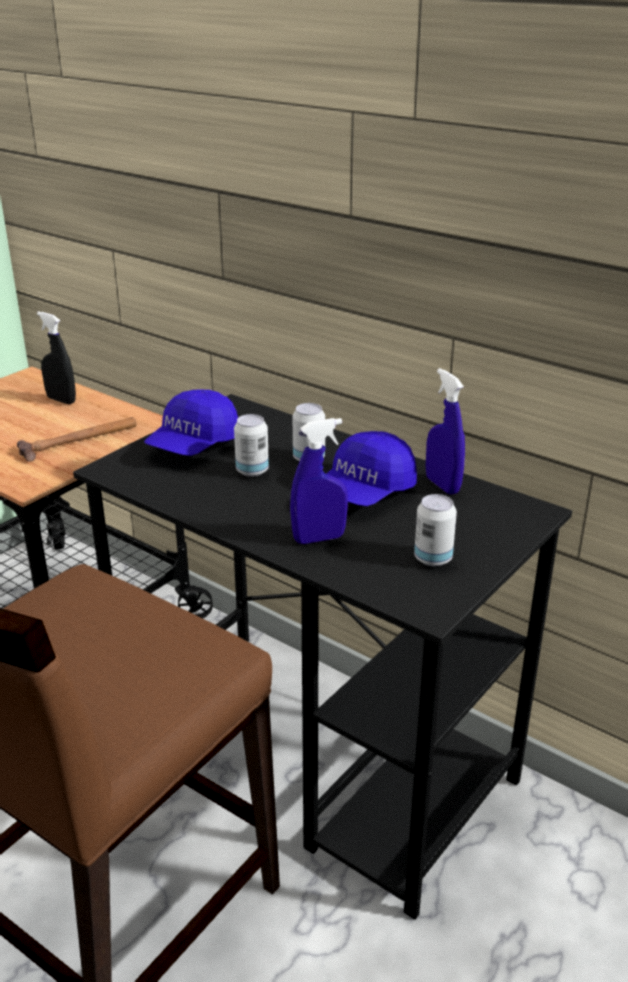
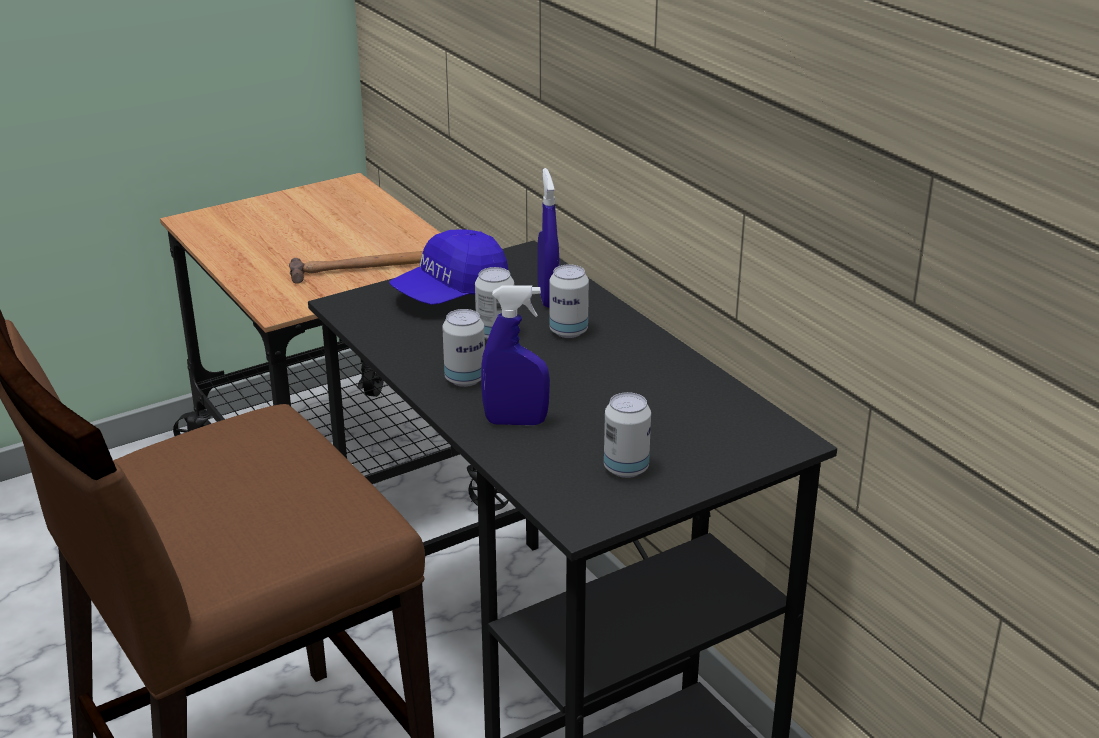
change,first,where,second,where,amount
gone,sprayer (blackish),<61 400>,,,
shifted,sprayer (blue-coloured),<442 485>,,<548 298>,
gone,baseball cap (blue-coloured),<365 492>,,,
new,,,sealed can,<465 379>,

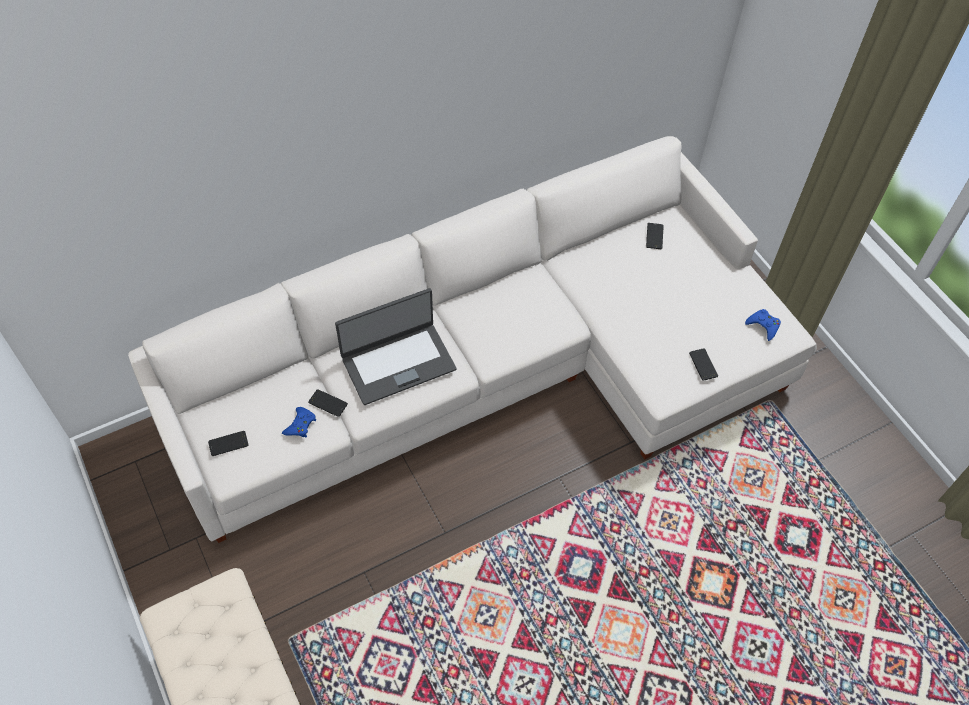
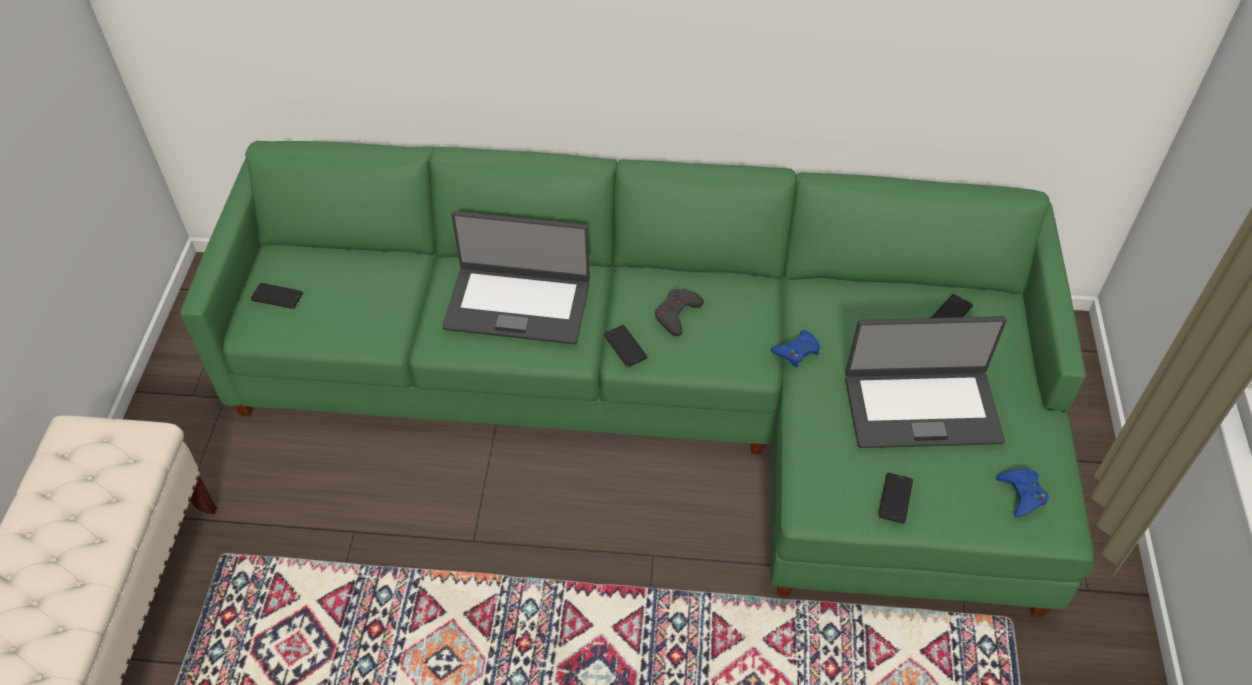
change,first,where,second,where,amount
repainted,couch (white),<498 370>,couch (green-coloured),<676 395>,
shifted,handset,<328 403>,,<625 346>,
shifted,joypad (blue-coloured),<300 425>,,<796 351>,
new,,,joypad (grey),<677 314>,
new,,,portable computer,<921 407>,

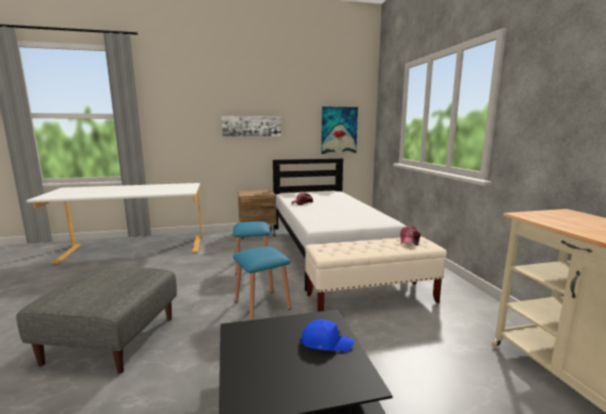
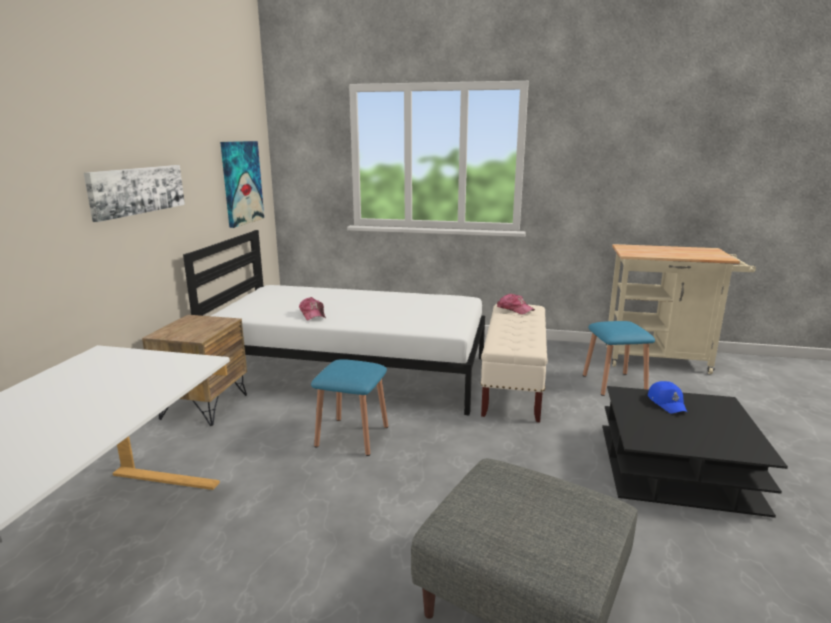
change,first,where,second,where,amount
shifted,stool seat (blue-coloured),<262 305>,,<614 384>,
rotated,baseball cap (blue-coloured),<326 342>,,<667 403>,135 degrees clockwise

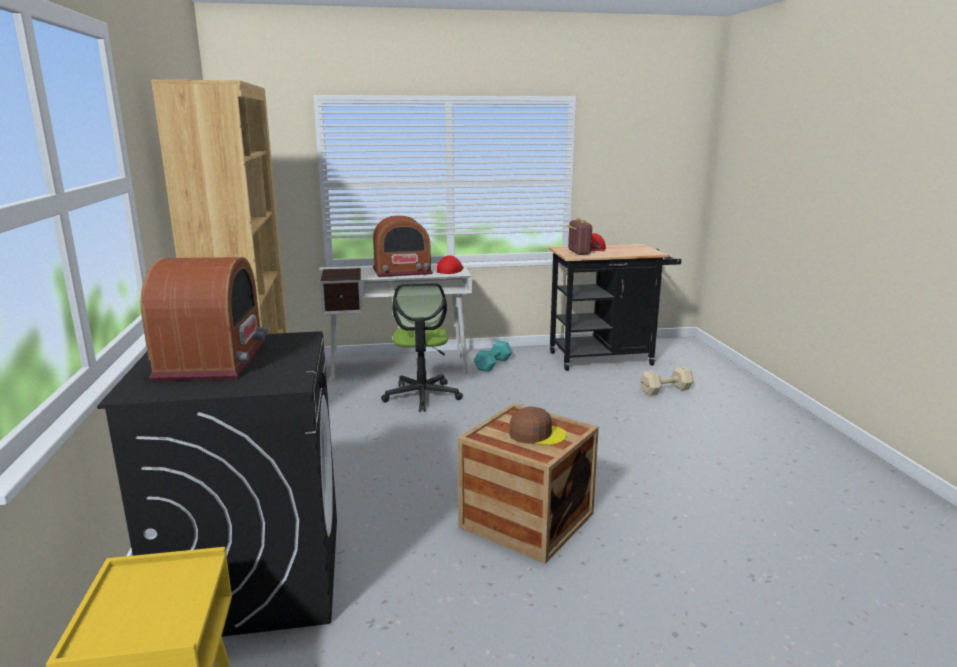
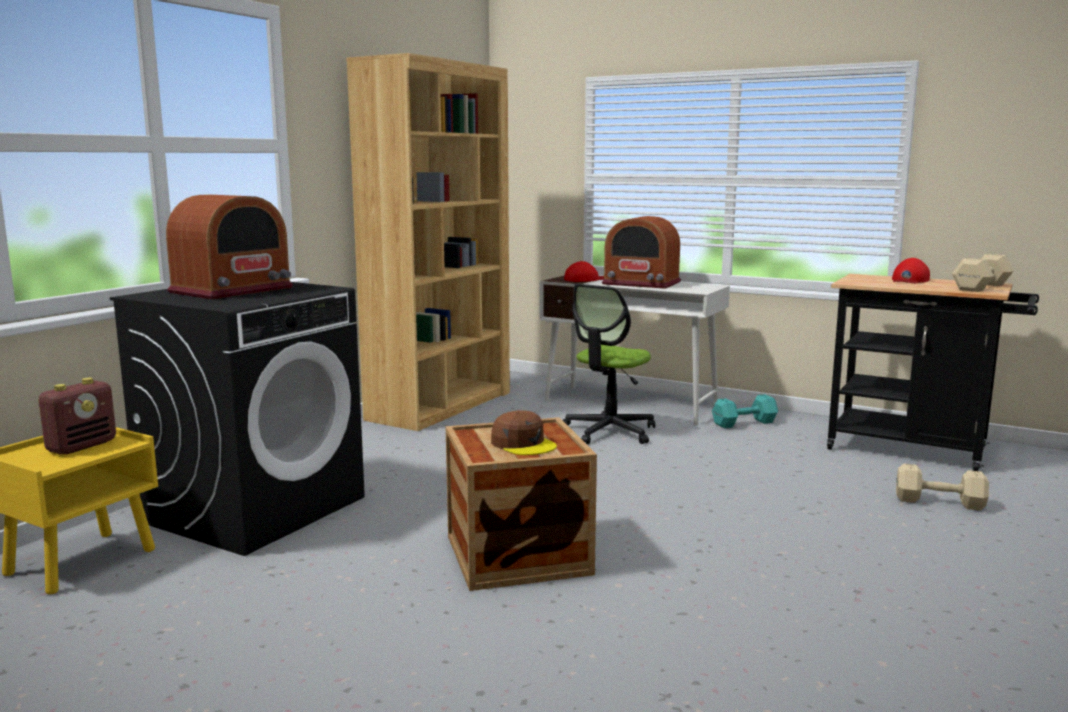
change,first,where,second,where,amount
shifted,radio receiver,<578 252>,,<82 446>,
shifted,baseball cap (reddish),<451 270>,,<584 279>,
new,,,hand weight (beige),<982 287>,

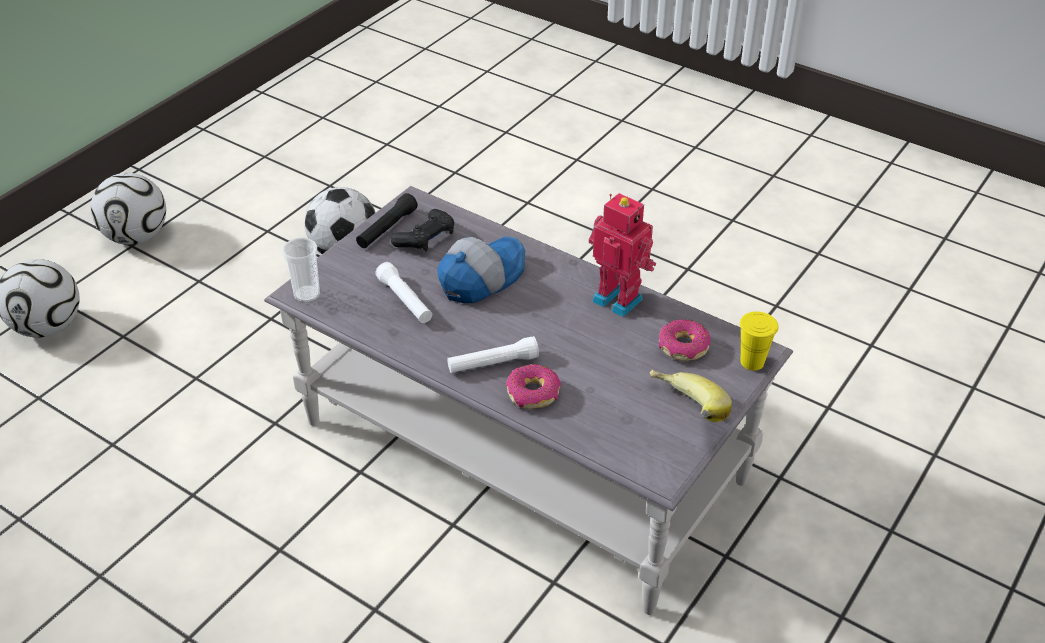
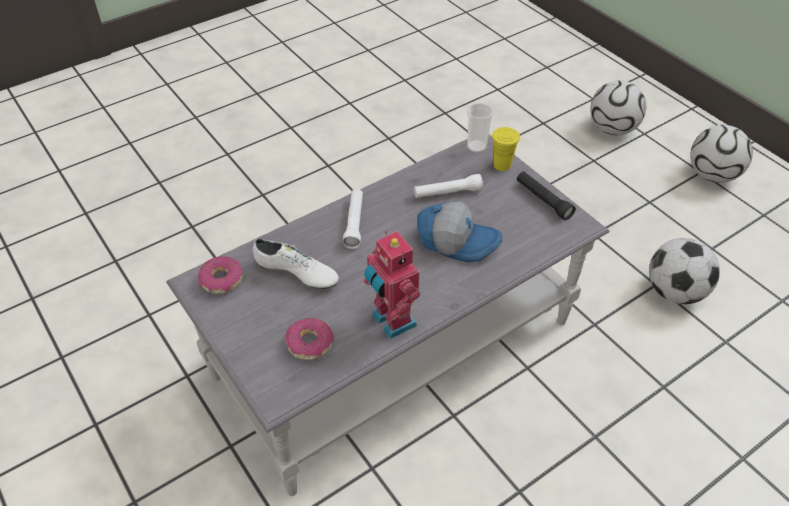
change,first,where,second,where,amount
rotated,robot figure,<619 298>,,<391 321>,90 degrees clockwise
gone,joypad (blackish),<425 238>,,,
rotated,baseball cap,<480 277>,,<457 240>,45 degrees counterclockwise
shifted,small cup (yellow),<752 362>,,<502 165>,
shifted,donut,<533 393>,,<221 280>,
gone,banana fruit,<684 413>,,,
new,,,item of footwear (white),<296 274>,

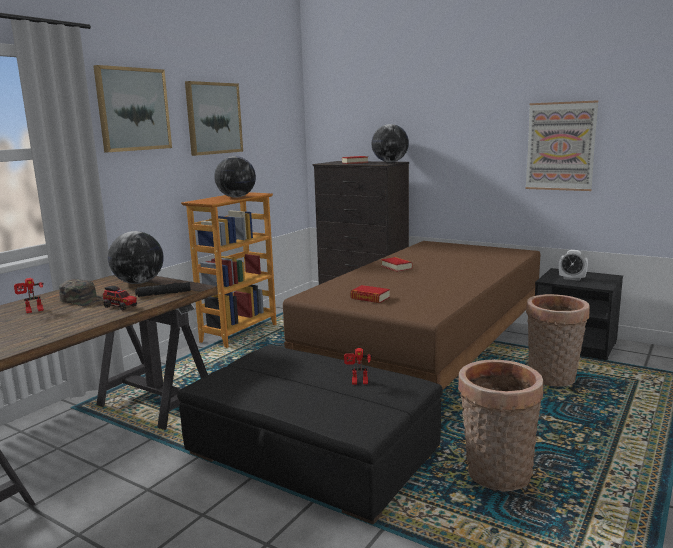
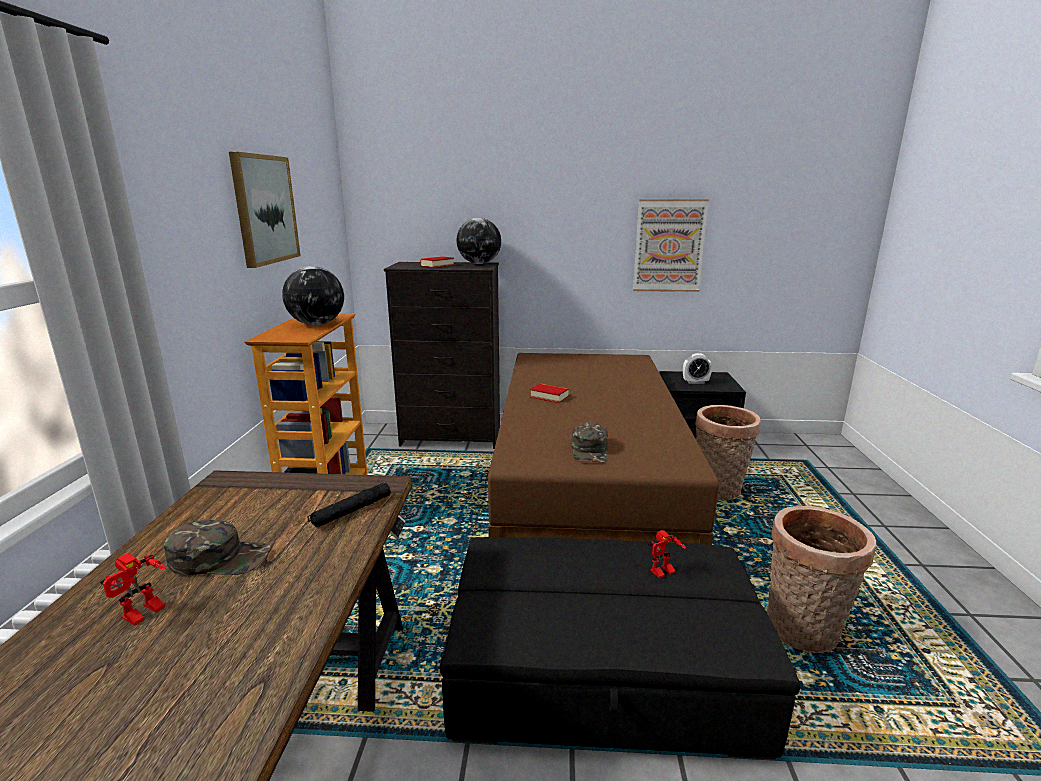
change,first,where,second,where,amount
gone,wall art,<133 109>,,,
gone,globe,<138 283>,,,
swapped,bound book,<370 298>,baseball cap (green-coloured),<590 450>,
gone,toy truck,<121 307>,,,

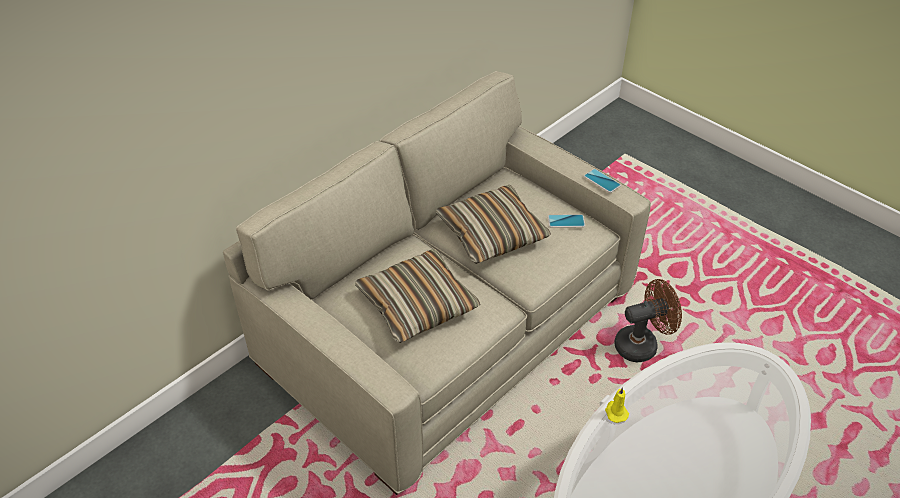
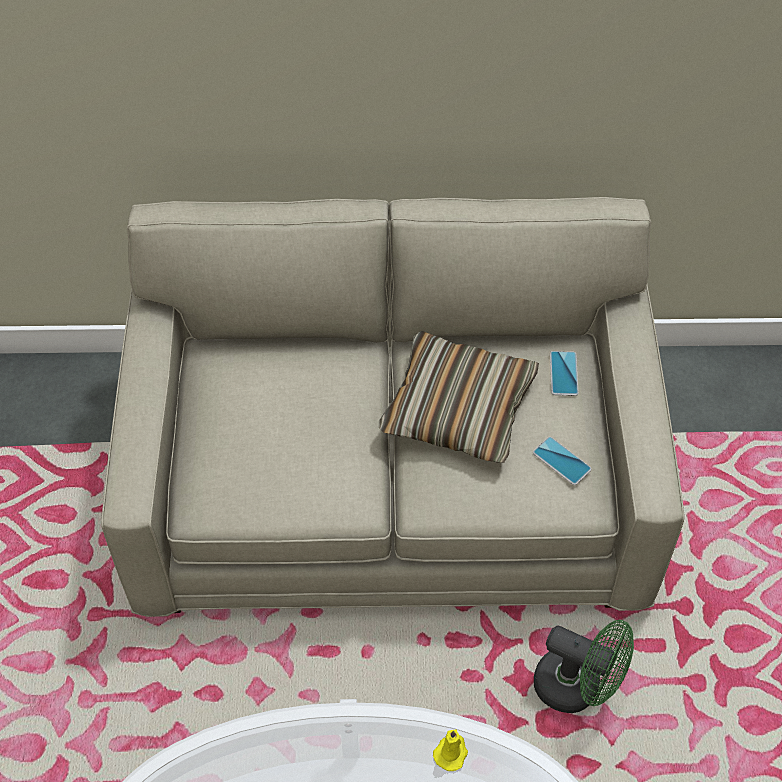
change,first,where,second,where,amount
shifted,handset,<602 181>,,<563 374>,
gone,throw pillow,<417 304>,,,
repainted,fan (brown),<642 344>,fan (green-coloured),<577 687>,
shifted,wax light (yellow),<615 412>,,<451 752>,

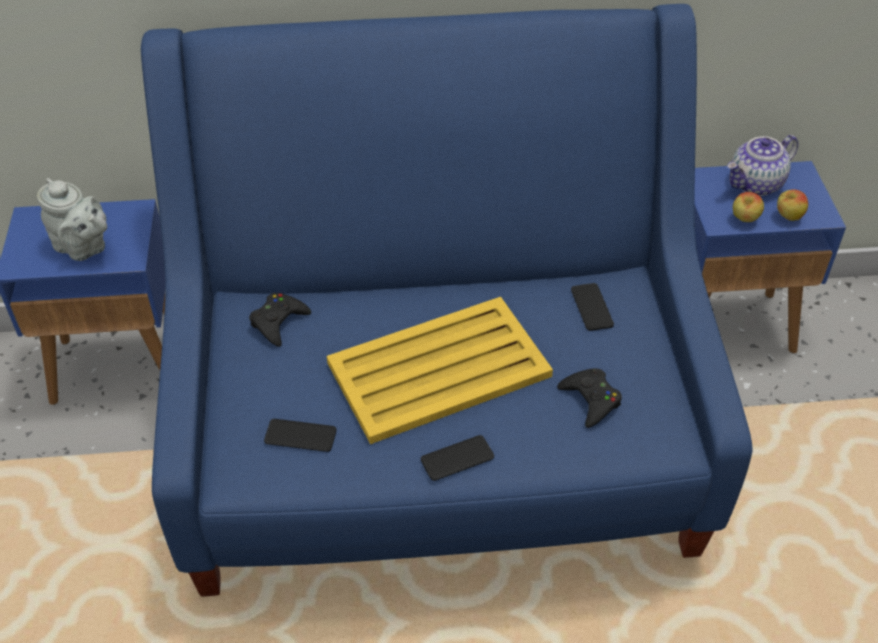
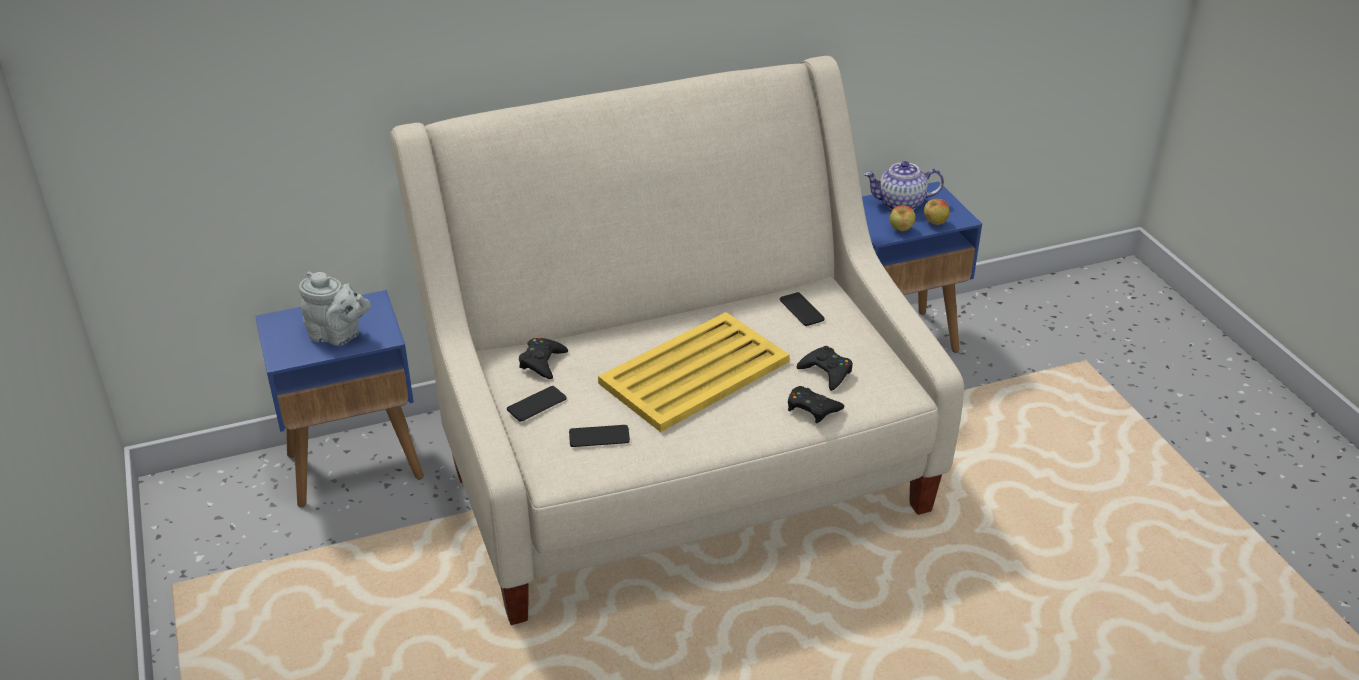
change,first,where,second,where,amount
repainted,couch (blue-coloured),<438 444>,couch (beige),<678 473>,
rotated,tea pot,<755 184>,,<900 204>,45 degrees clockwise
shifted,handset,<457 458>,,<536 404>,
new,,,joypad (blackish),<812 408>,

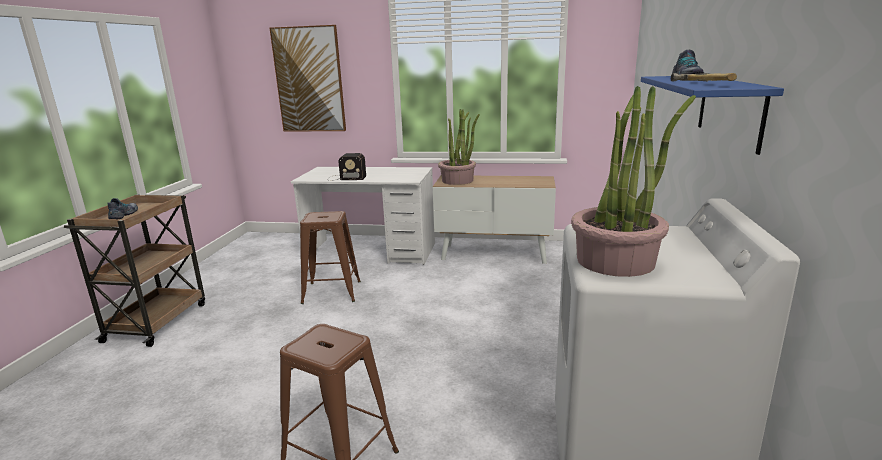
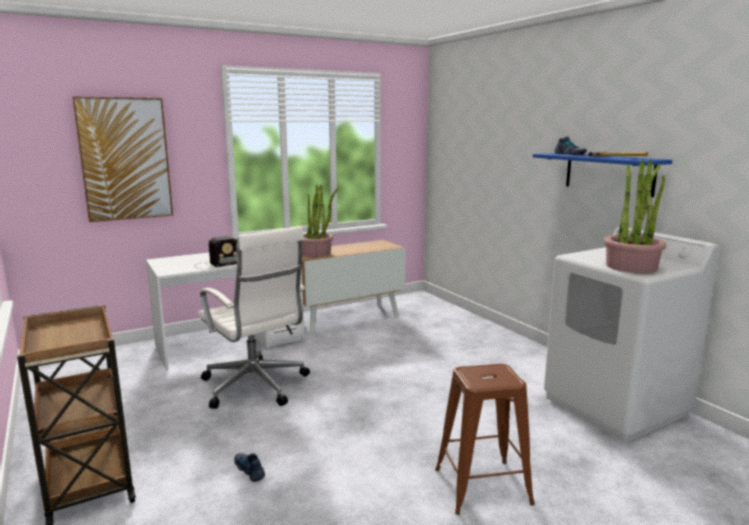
change,first,where,second,where,amount
shifted,item of footwear,<124 214>,,<250 469>,
swapped,stool seat (brown),<332 292>,office chair (white),<255 386>,

